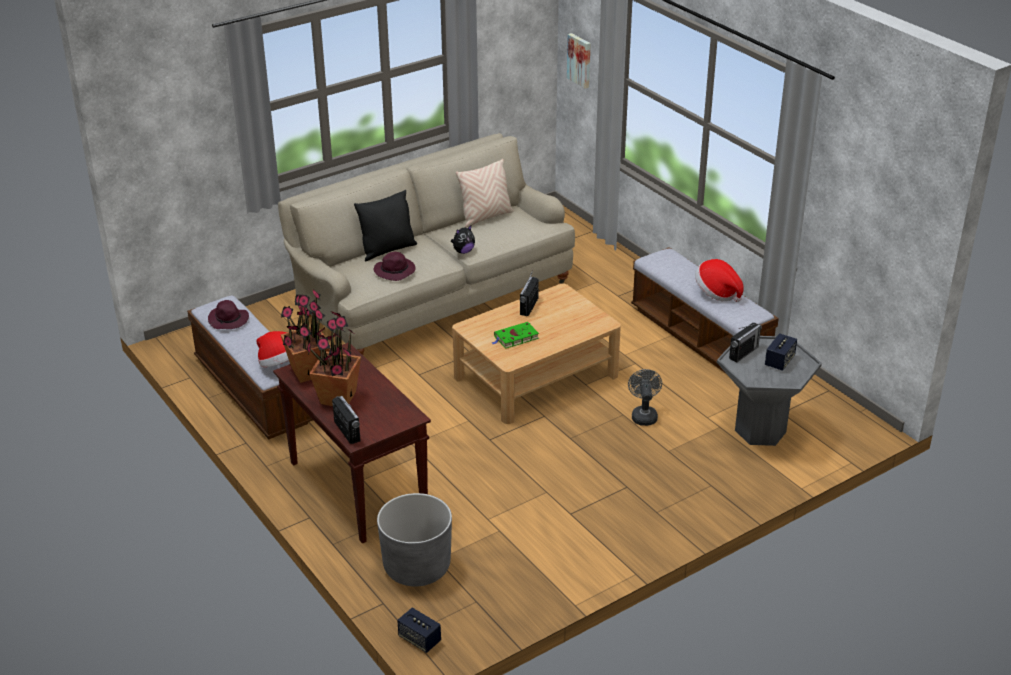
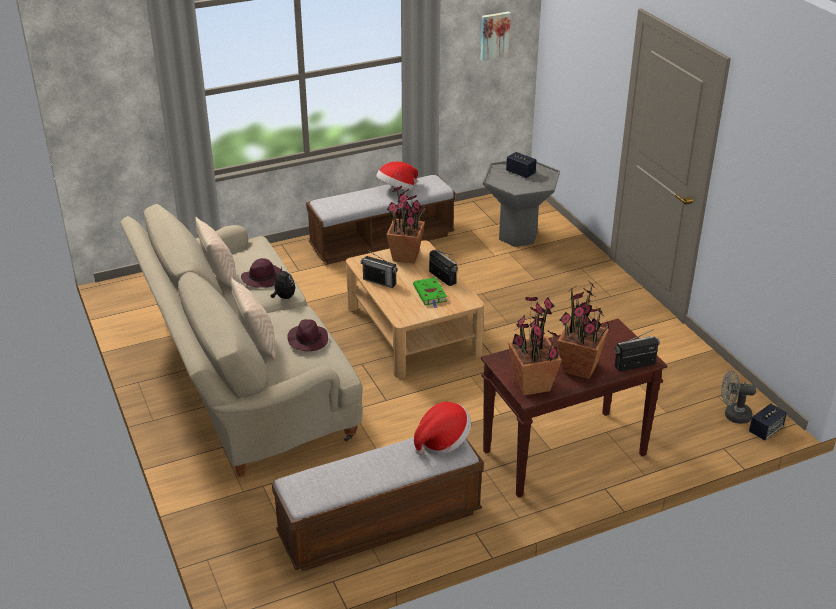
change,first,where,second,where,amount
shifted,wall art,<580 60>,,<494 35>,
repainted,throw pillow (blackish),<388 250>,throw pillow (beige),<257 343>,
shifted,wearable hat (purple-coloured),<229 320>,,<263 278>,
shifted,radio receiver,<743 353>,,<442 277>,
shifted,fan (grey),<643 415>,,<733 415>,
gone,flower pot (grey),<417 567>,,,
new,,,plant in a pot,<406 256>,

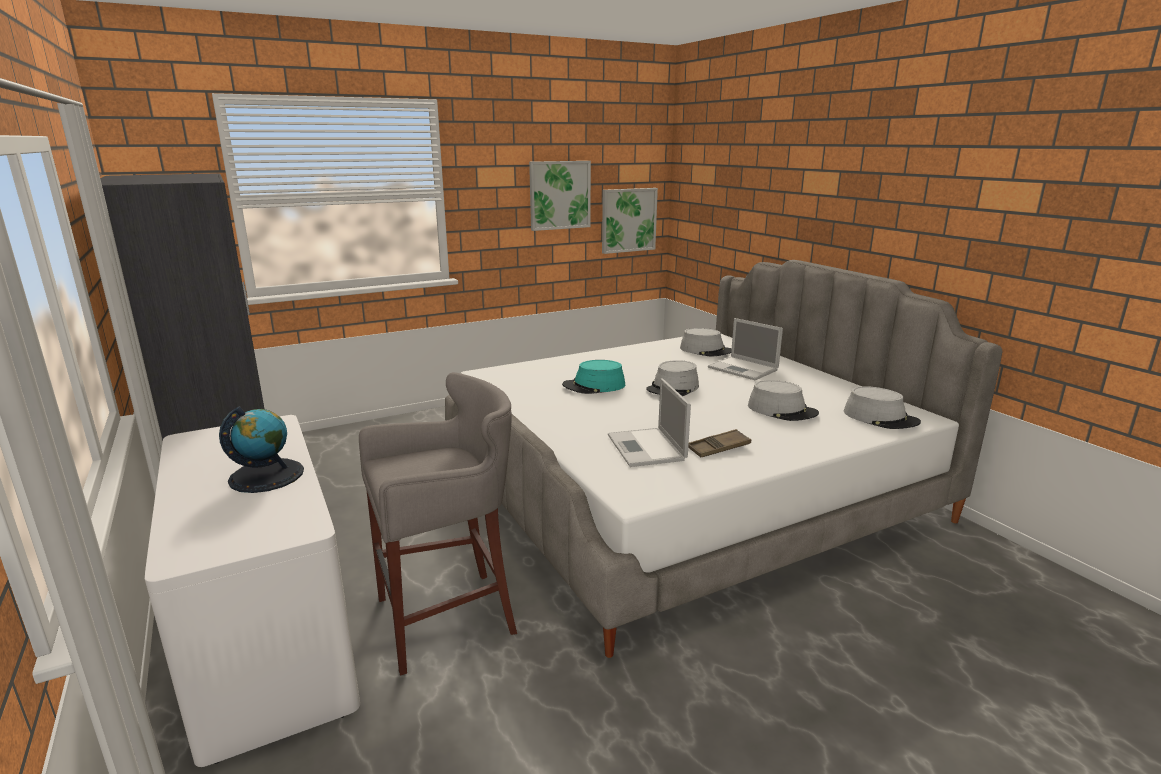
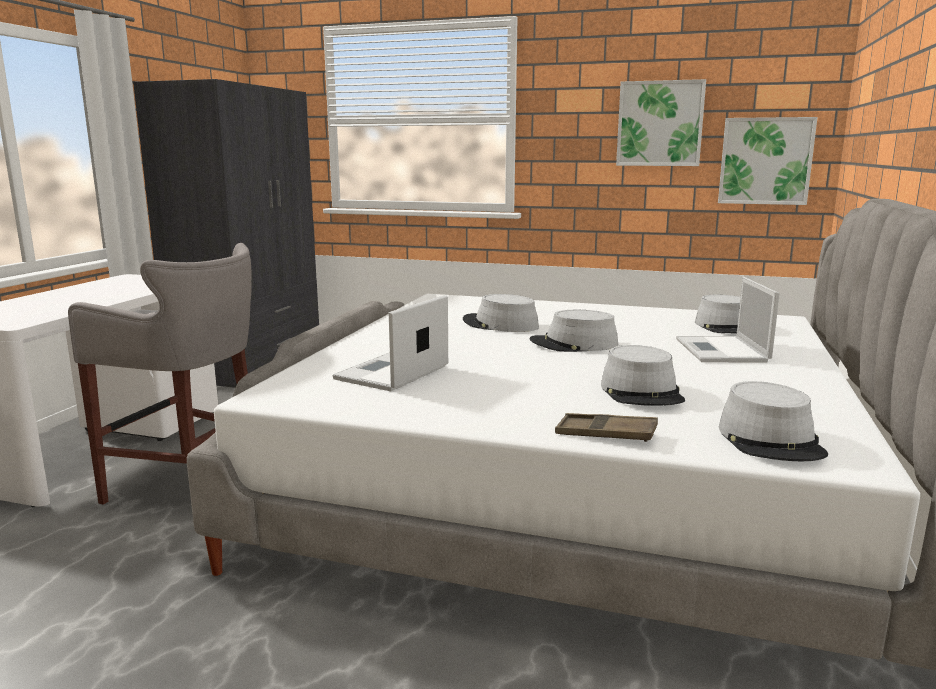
change,first,where,second,where,amount
repainted,wearable hat (turquoise),<594 386>,wearable hat (grey),<500 324>,
gone,globe,<266 475>,,,
shifted,serving tray (brown),<718 448>,,<606 434>,

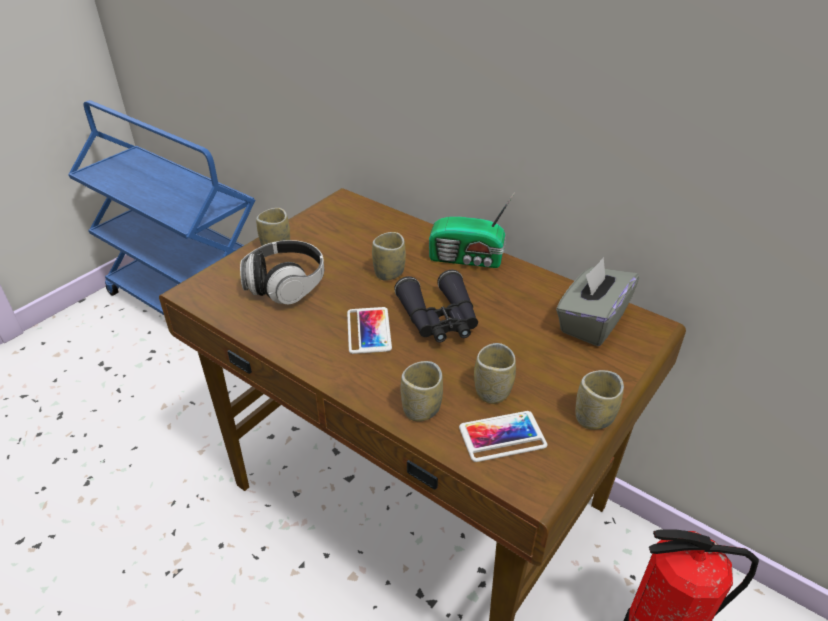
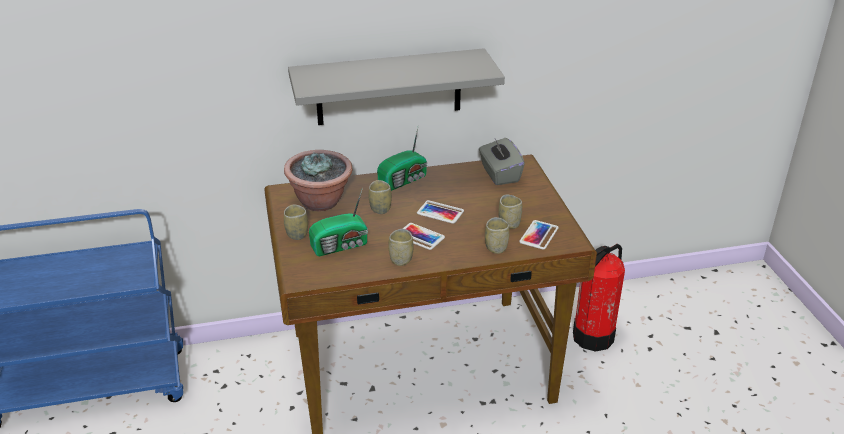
change,first,where,second,where,amount
swapped,headset,<285 285>,radio receiver,<341 246>,
swapped,pair of binoculars (blackish),<439 319>,handset,<440 212>,
shifted,small cup,<594 418>,,<401 259>,
new,,,bracket shelf (grey),<389 87>,
new,,,plant in a pot,<321 202>,

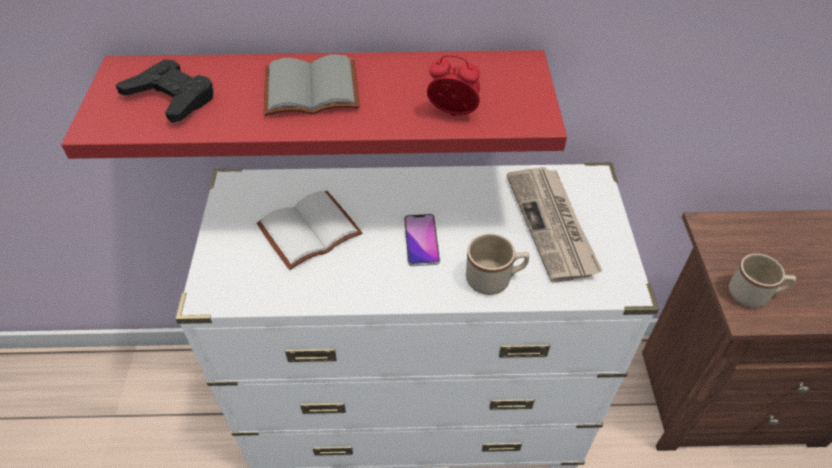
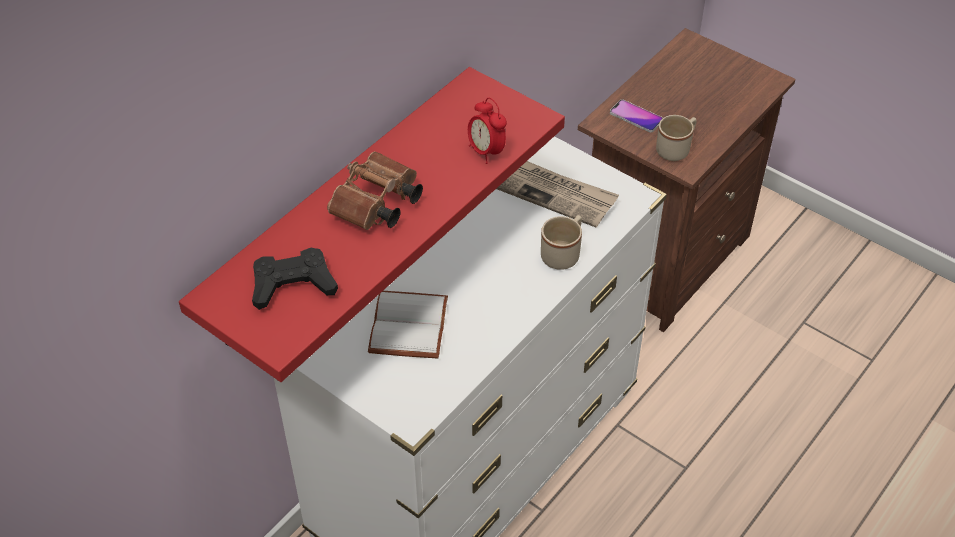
change,first,where,second,where,amount
swapped,bound book (grey),<310 91>,pair of binoculars (brown),<376 206>,
rotated,alarm clock,<453 114>,,<486 151>,90 degrees counterclockwise
shifted,handset,<421 240>,,<636 117>,

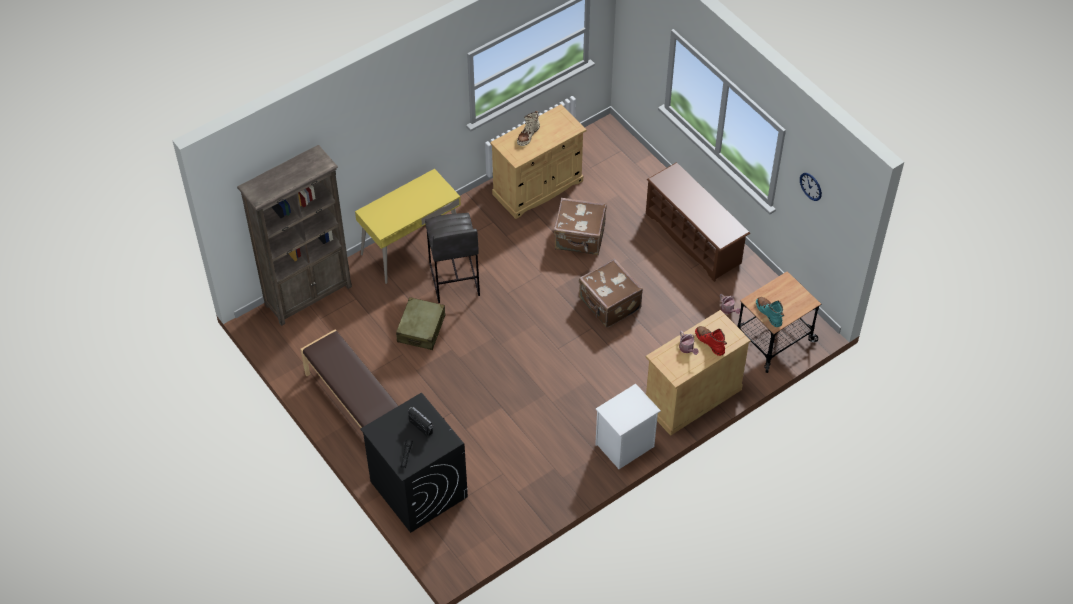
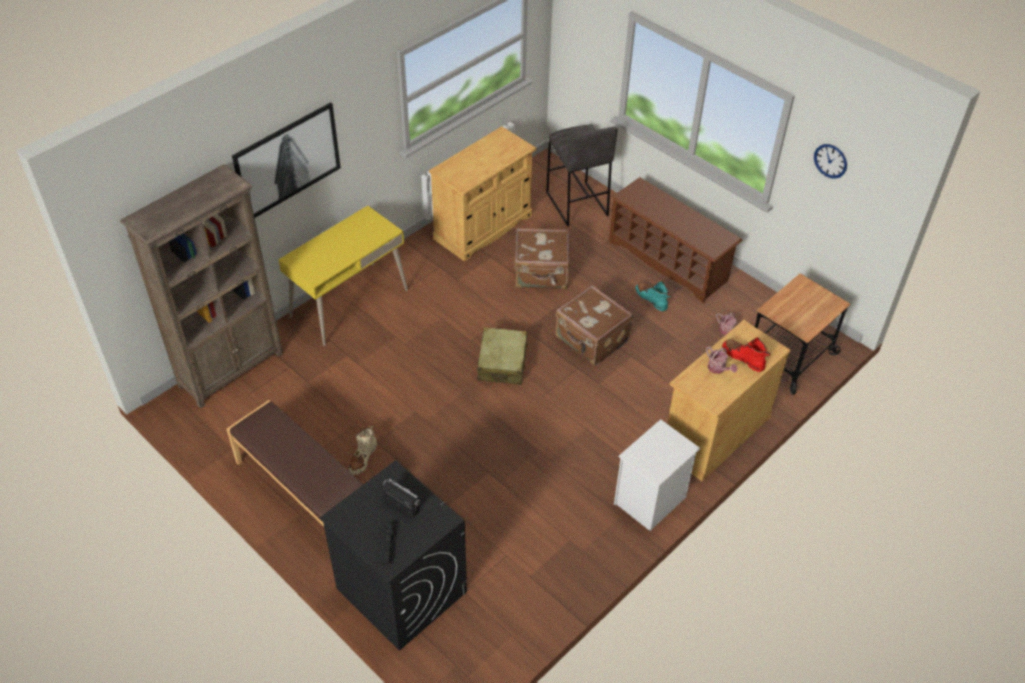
change,first,where,second,where,amount
shifted,boot (beige),<528 135>,,<363 458>,
shifted,stool seat (grey),<453 279>,,<576 204>,
shifted,travel case (beige),<421 329>,,<502 363>,
shifted,boot (turquoise),<769 313>,,<651 299>,
new,,,wall art,<288 161>,

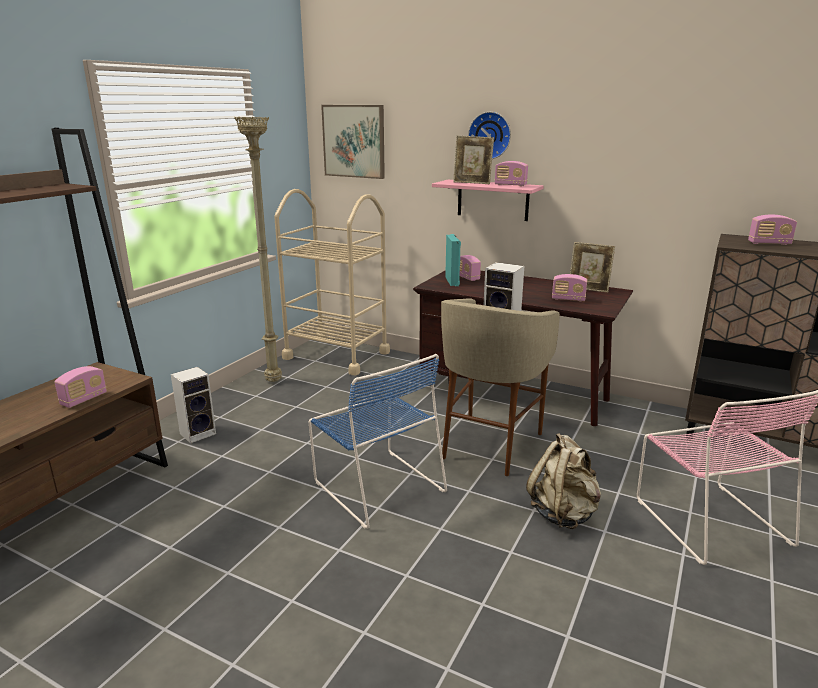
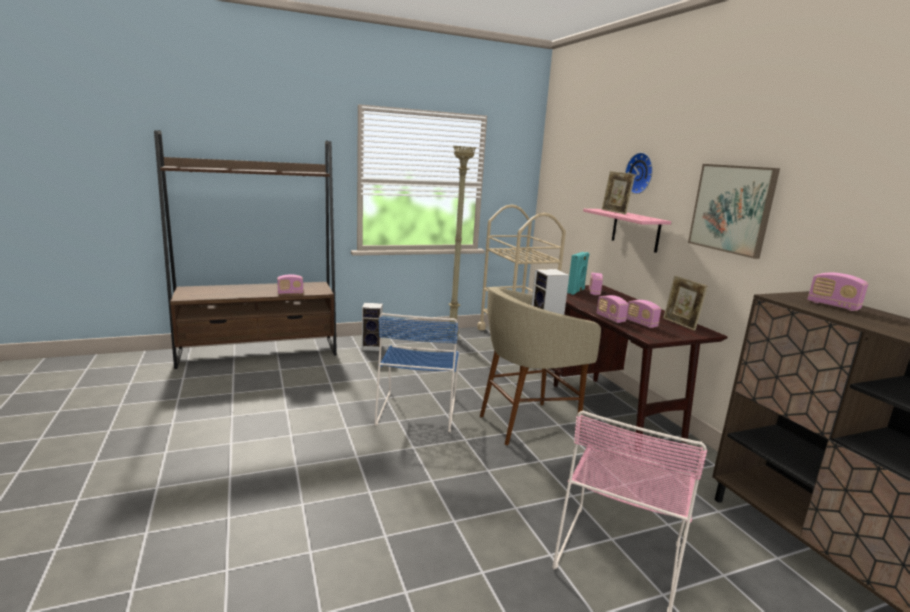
change,first,where,second,where,amount
shifted,wall art,<354 141>,,<732 209>,
shifted,radio receiver,<510 185>,,<610 319>,
gone,backpack (beige),<563 513>,,,

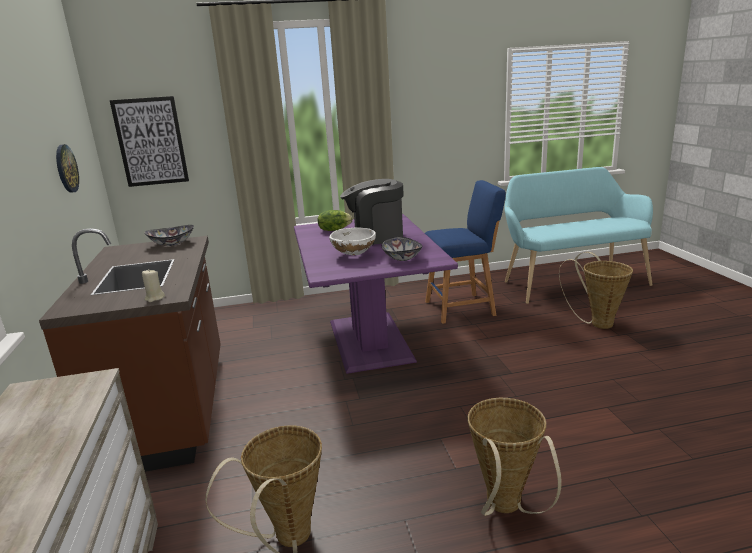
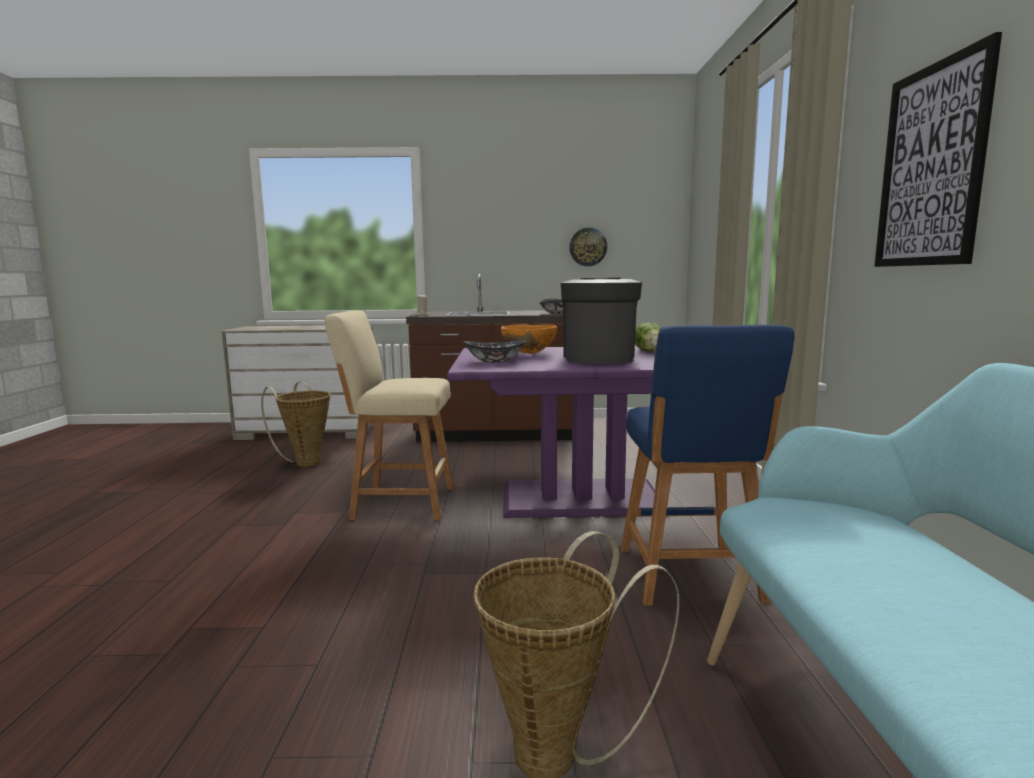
change,first,where,second,where,amount
shifted,wall art,<151 142>,,<931 166>,
repainted,serving bowl (white),<353 255>,serving bowl (orangey),<529 353>,
gone,household basket,<505 509>,,,
new,,,stool seat (beige),<398 502>,

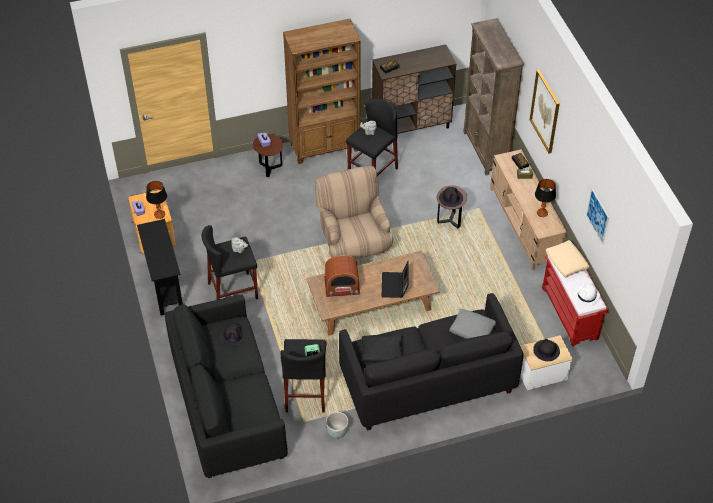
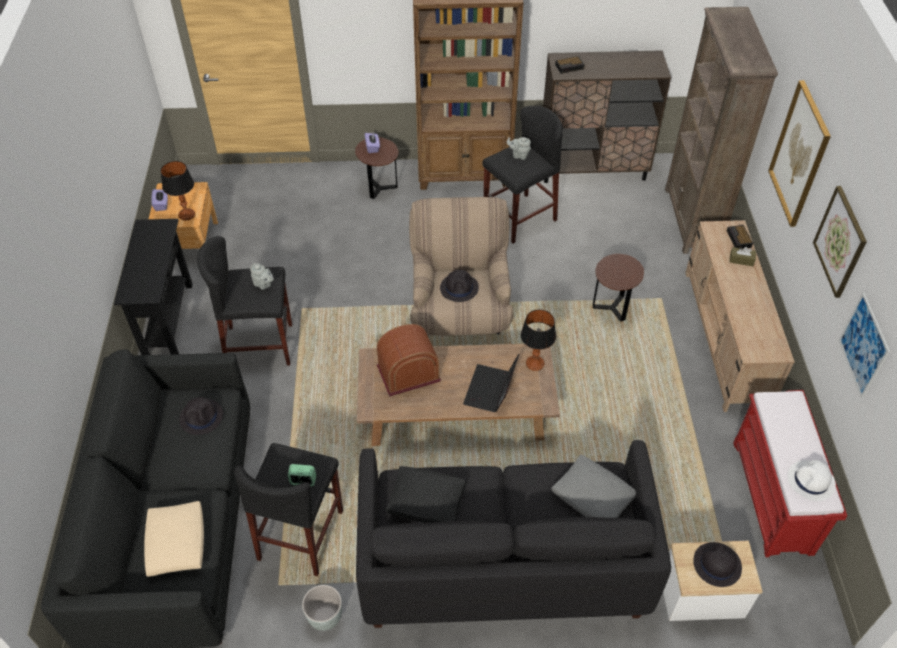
change,first,where,second,where,amount
shifted,table lamp,<542 213>,,<534 363>,
shifted,wearable hat (blackish),<451 198>,,<459 288>,
shifted,throw pillow (beige),<566 262>,,<176 543>,
rotated,radio receiver,<342 286>,,<408 373>,150 degrees clockwise
new,,,wall art,<840 242>,

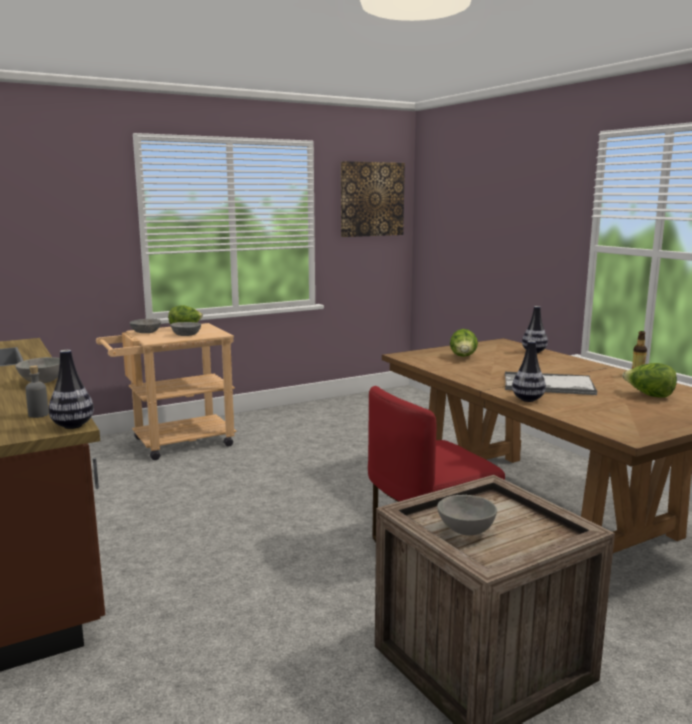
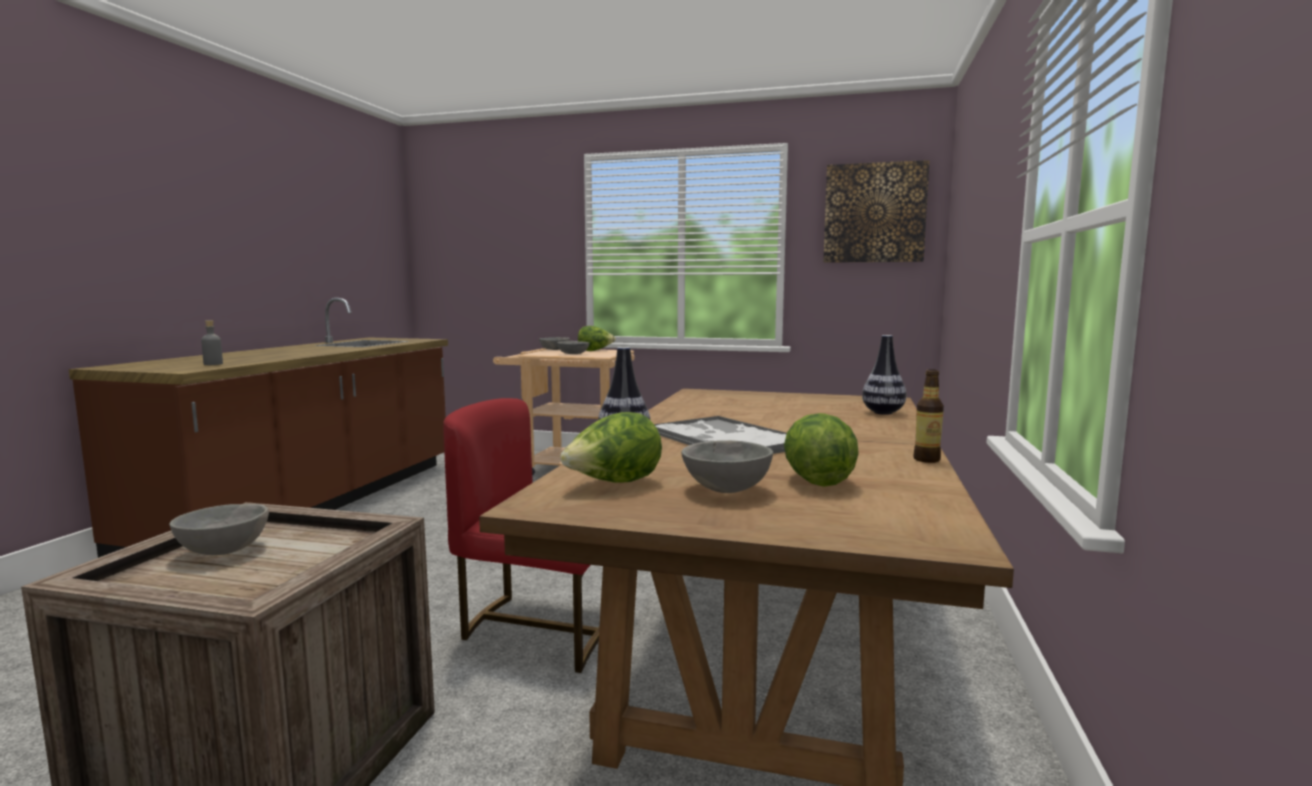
change,first,where,second,where,amount
shifted,head of lettuce,<463 357>,,<613 484>,
gone,vase,<73 425>,,,
shifted,serving bowl (grey),<42 382>,,<725 490>,

